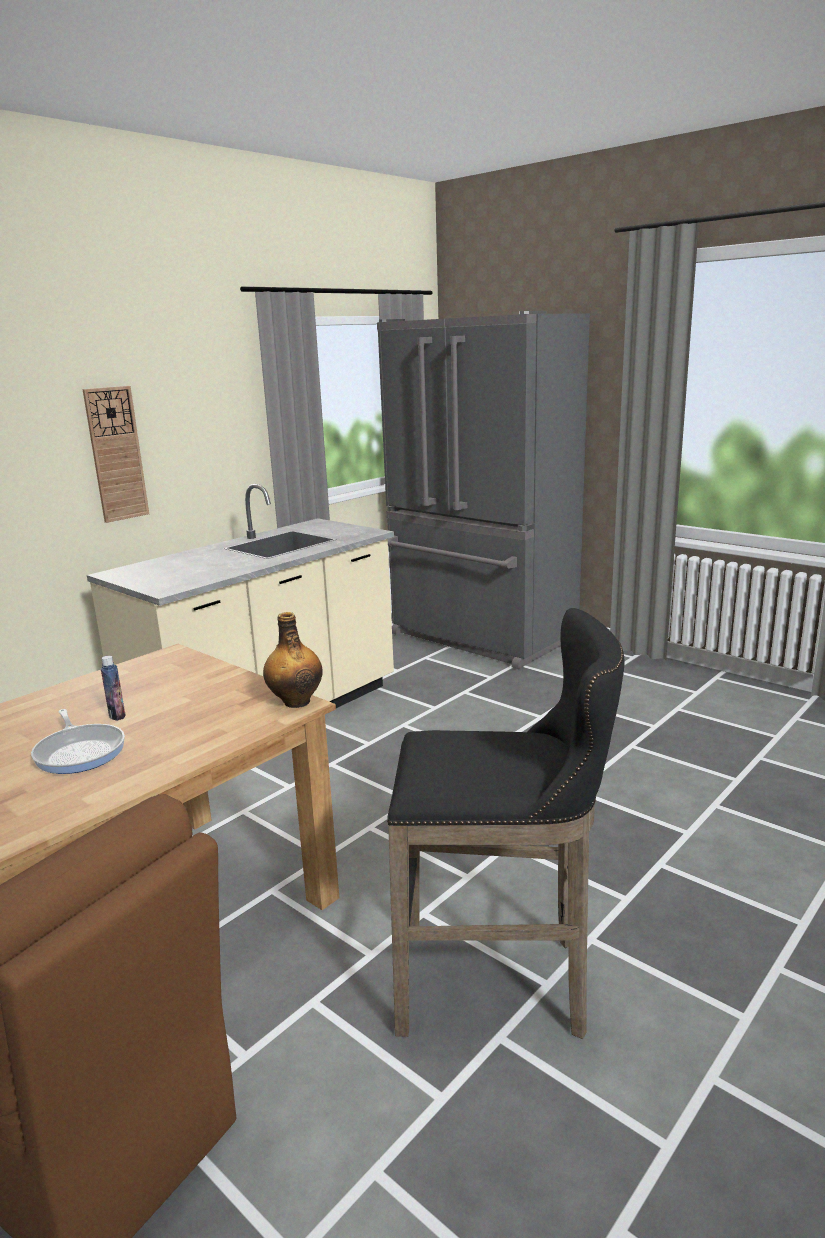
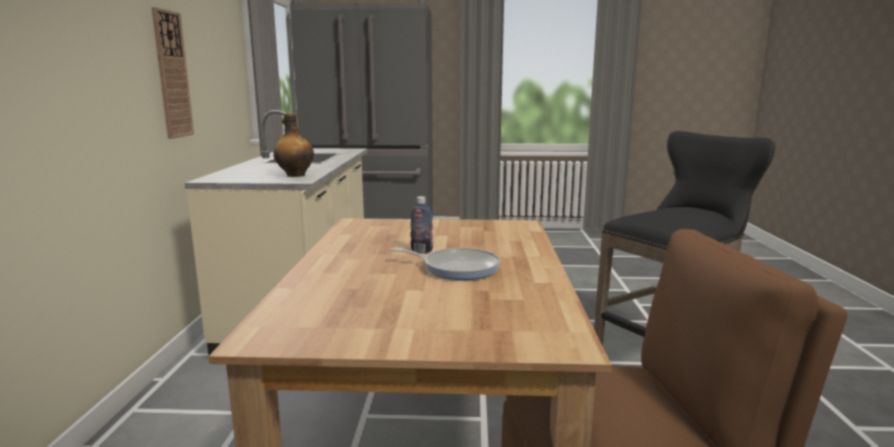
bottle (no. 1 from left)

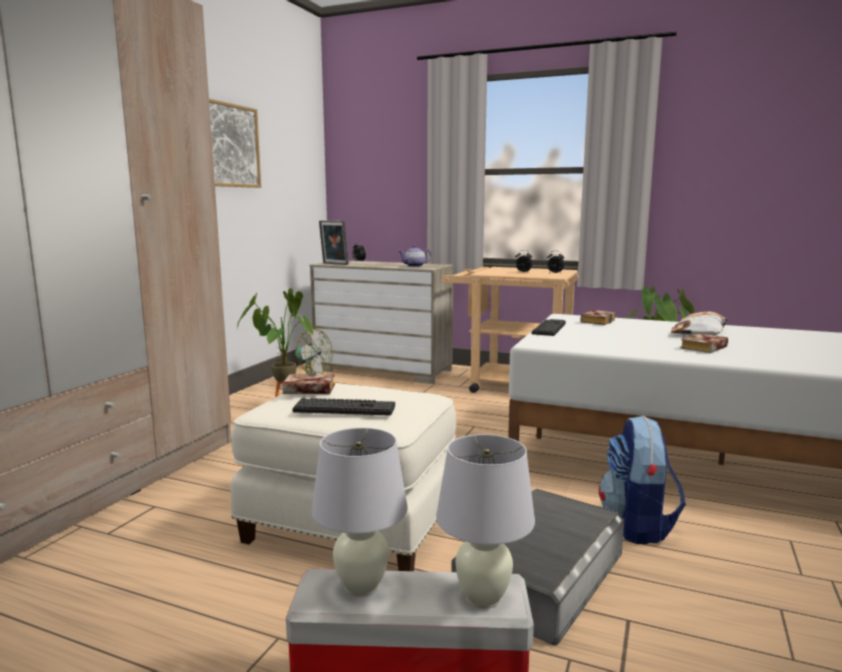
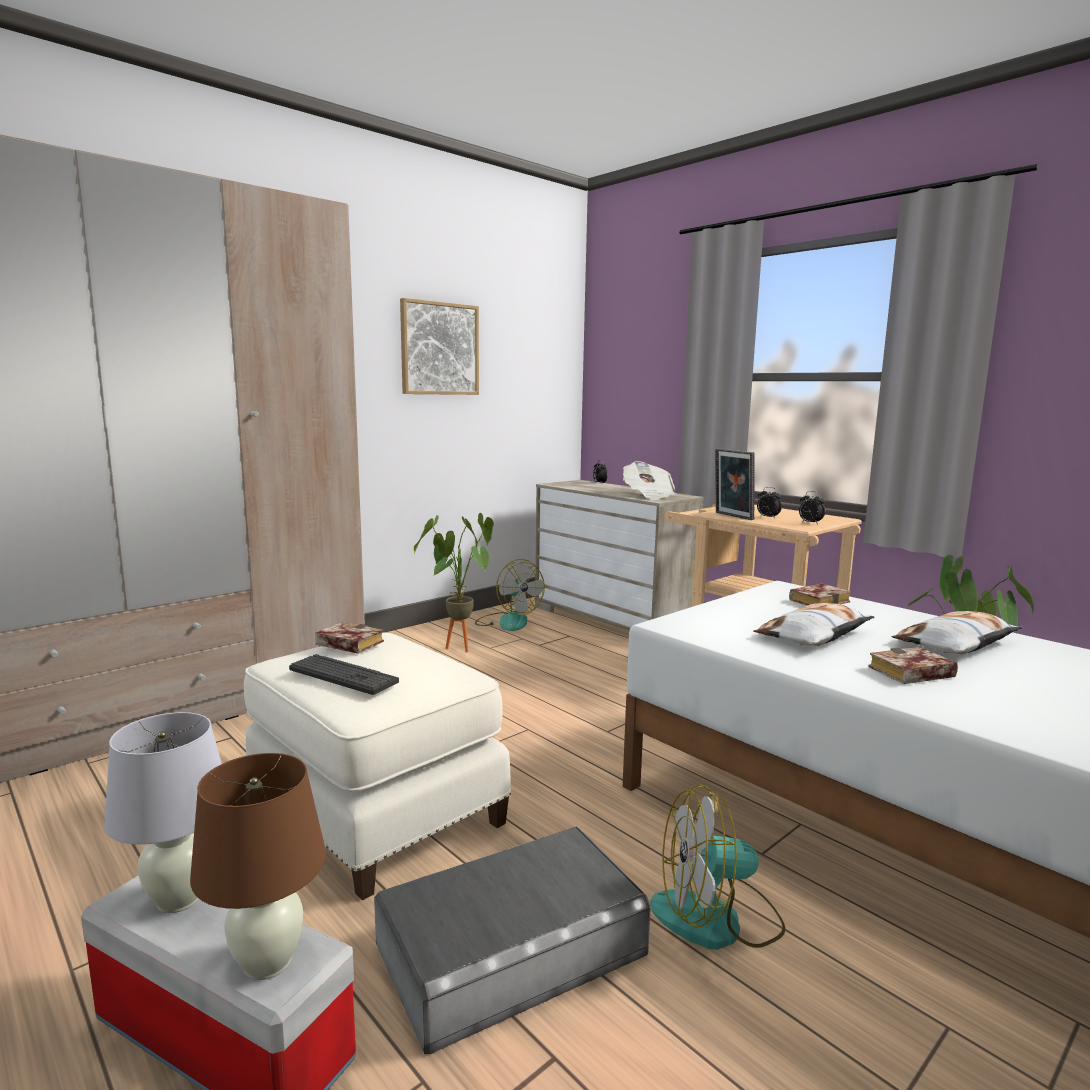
picture frame
newspaper
brown table lamp
keyboard (no. 2 from left in the first image)
fan (no. 2 from left)
pillow (no. 1 from left)

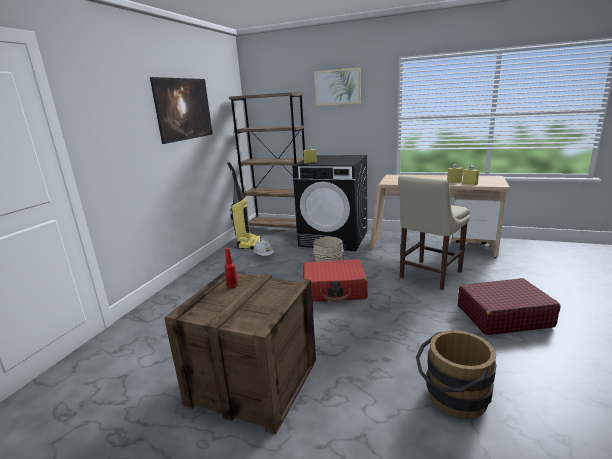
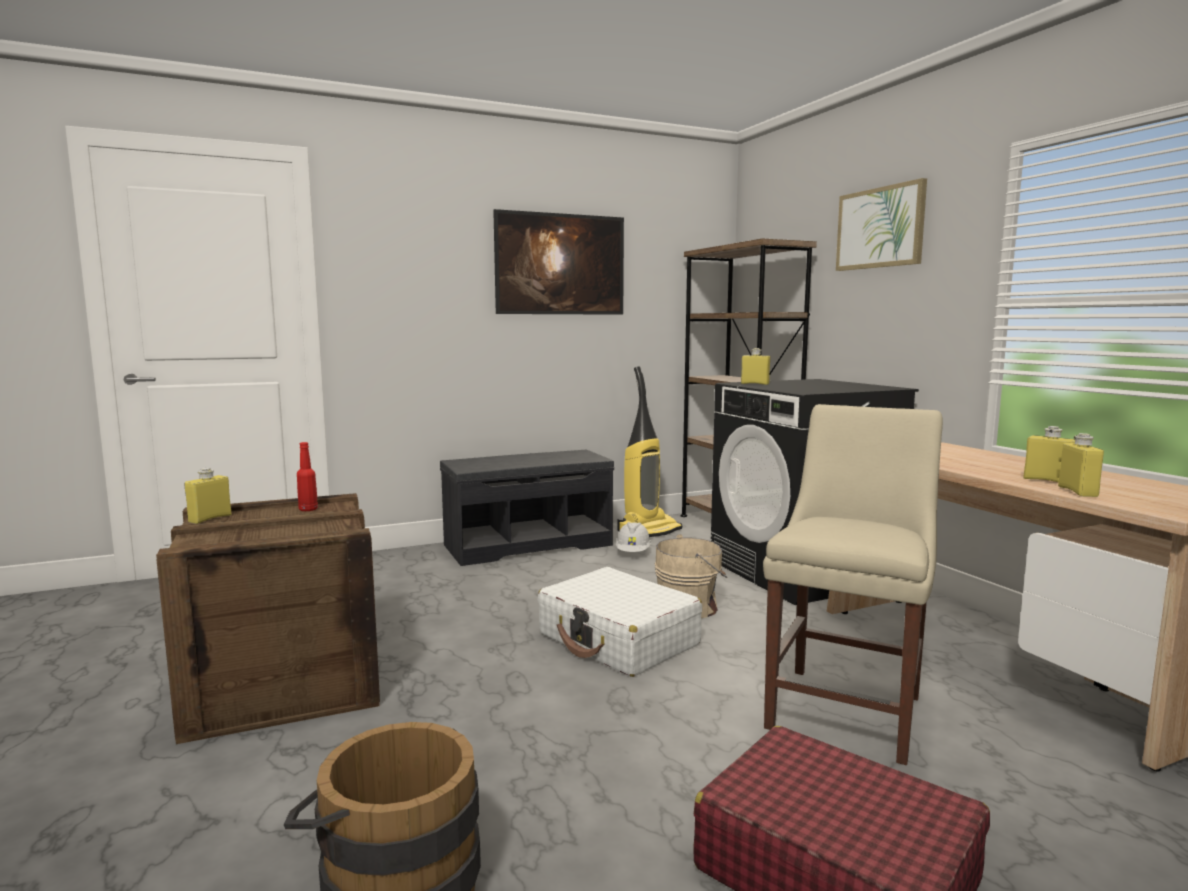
white suitcase
beige chair
yellow bottle (no. 1 from left)
grey bench

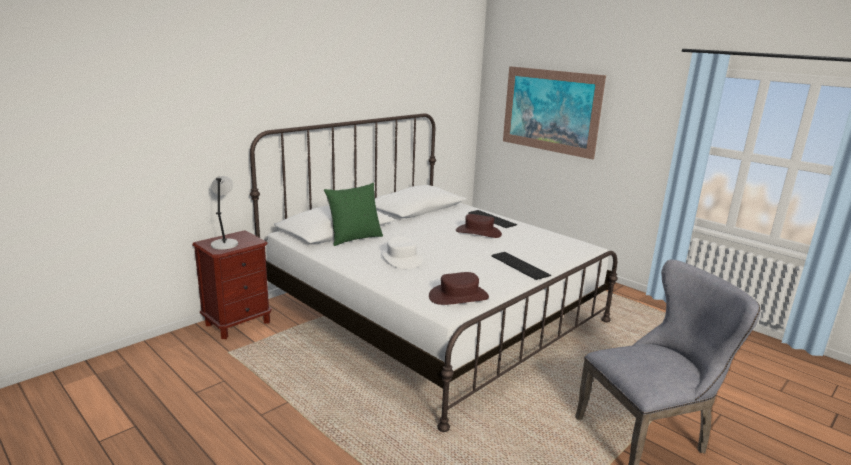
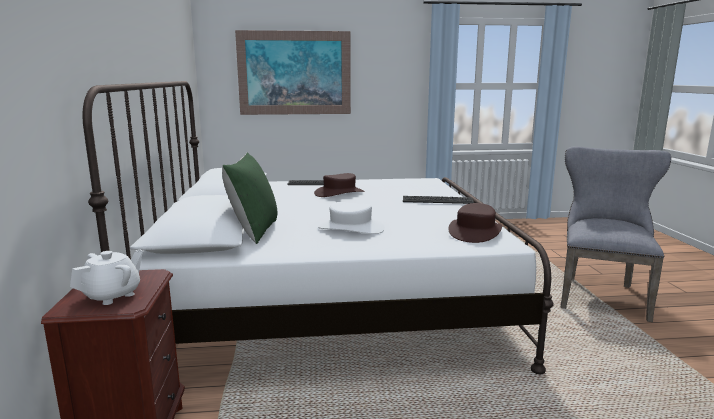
white teapot

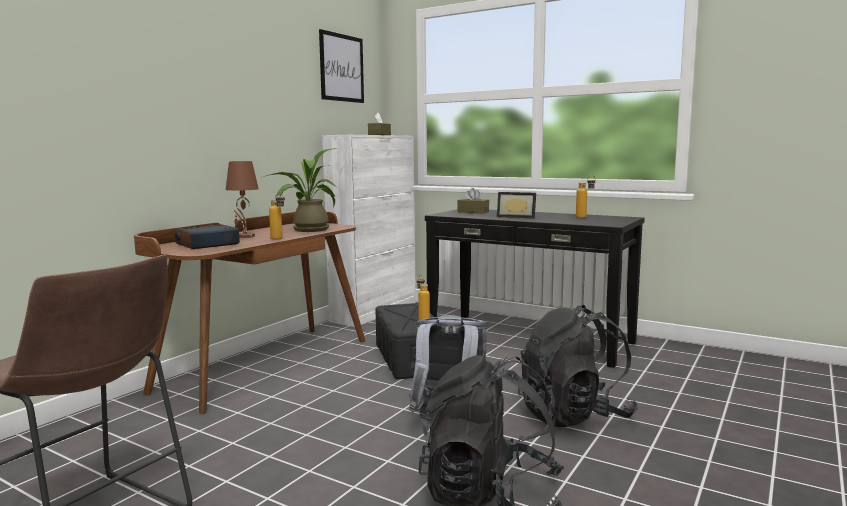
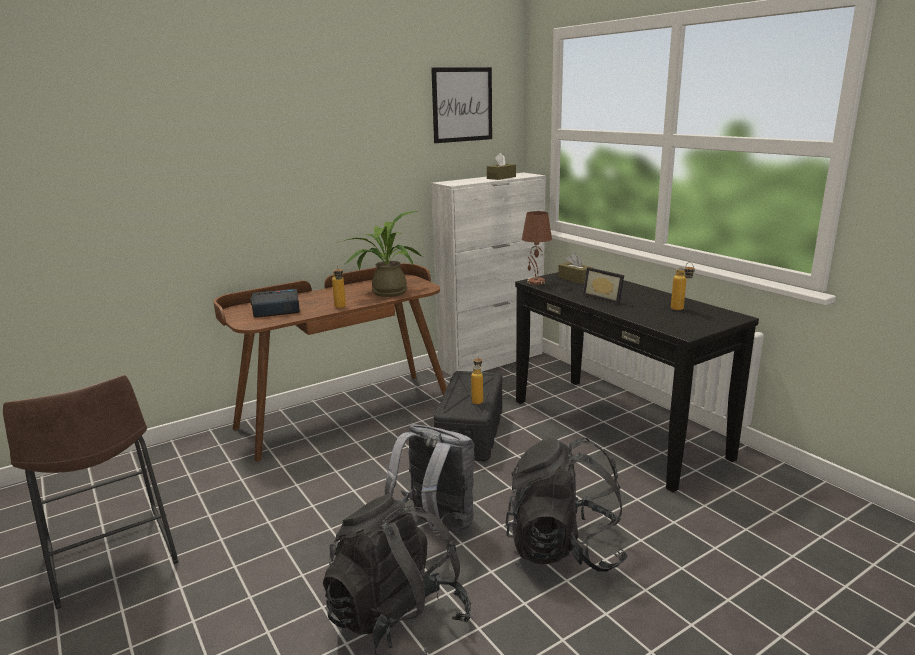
brown table lamp

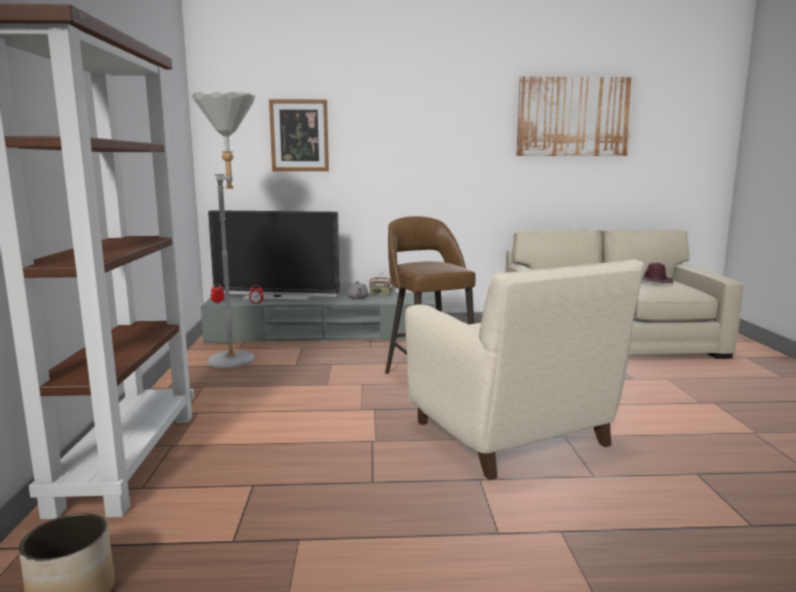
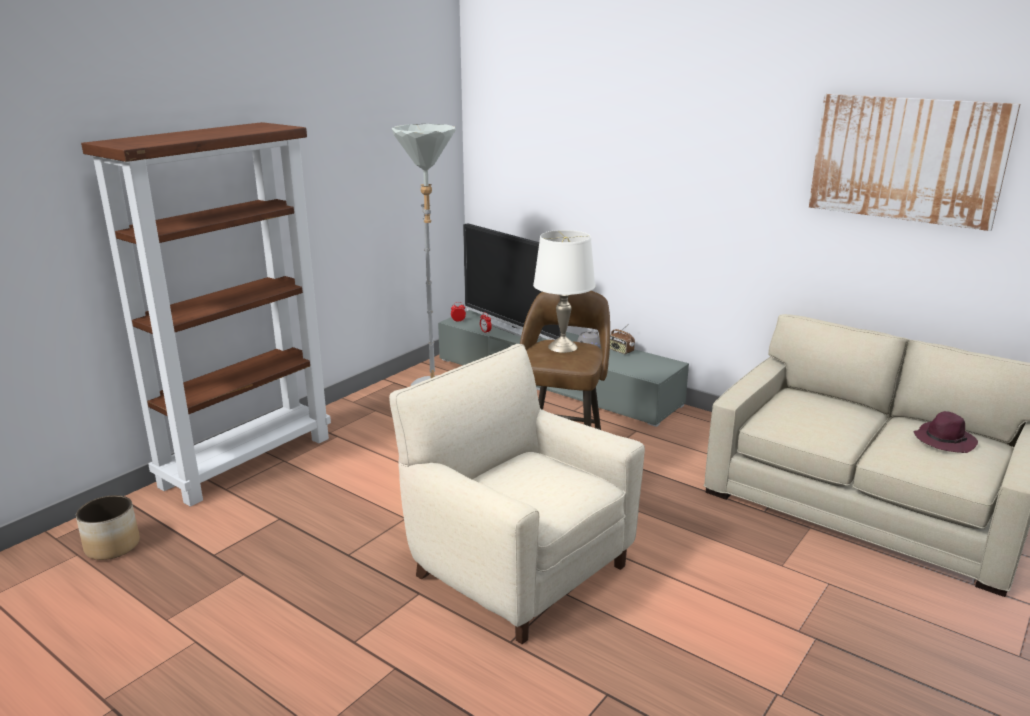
picture (no. 1 from left in the first image)
beige armchair
white table lamp

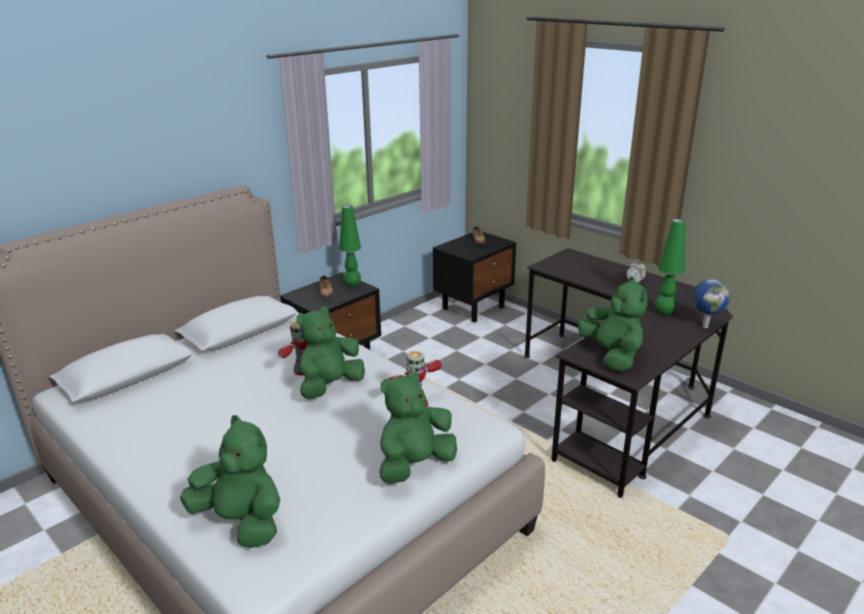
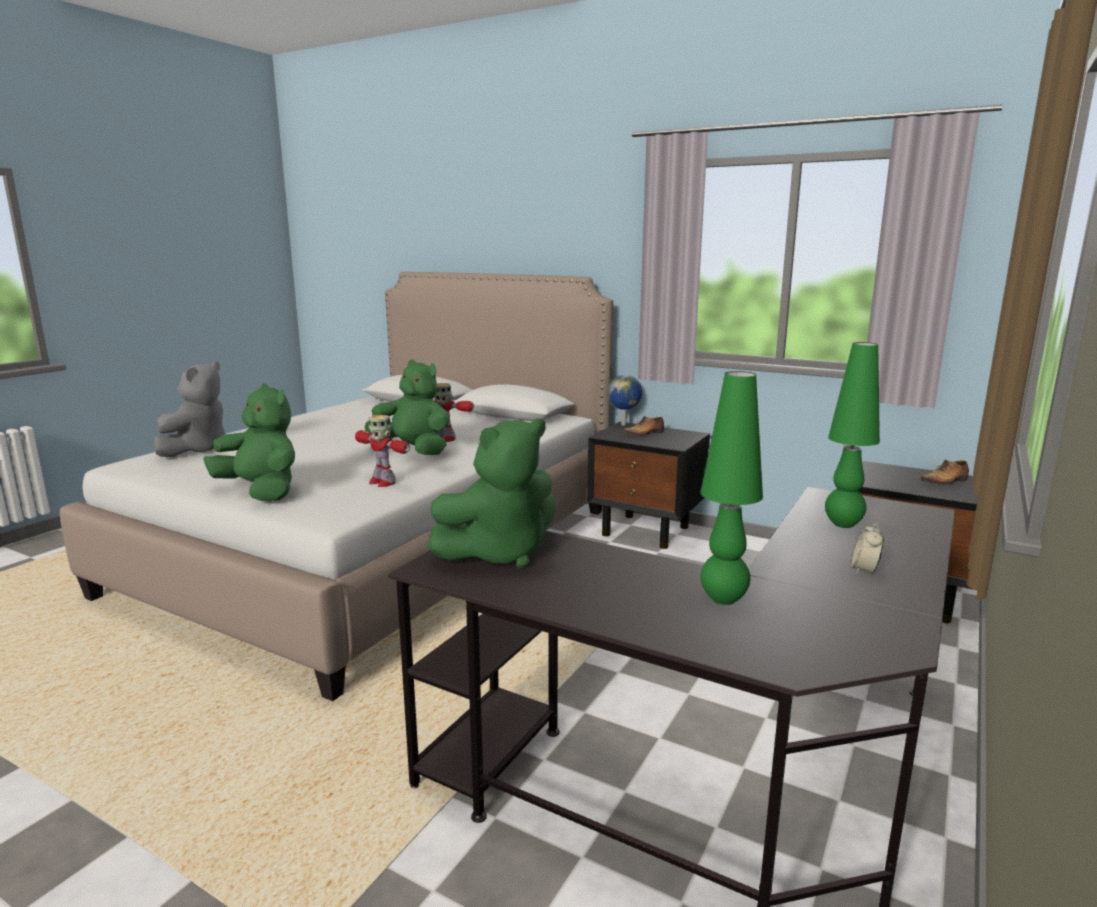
grey plush toy
green table lamp (no. 2 from left)
globe

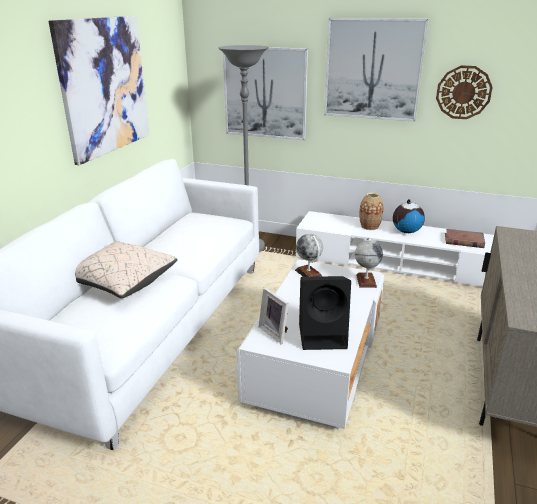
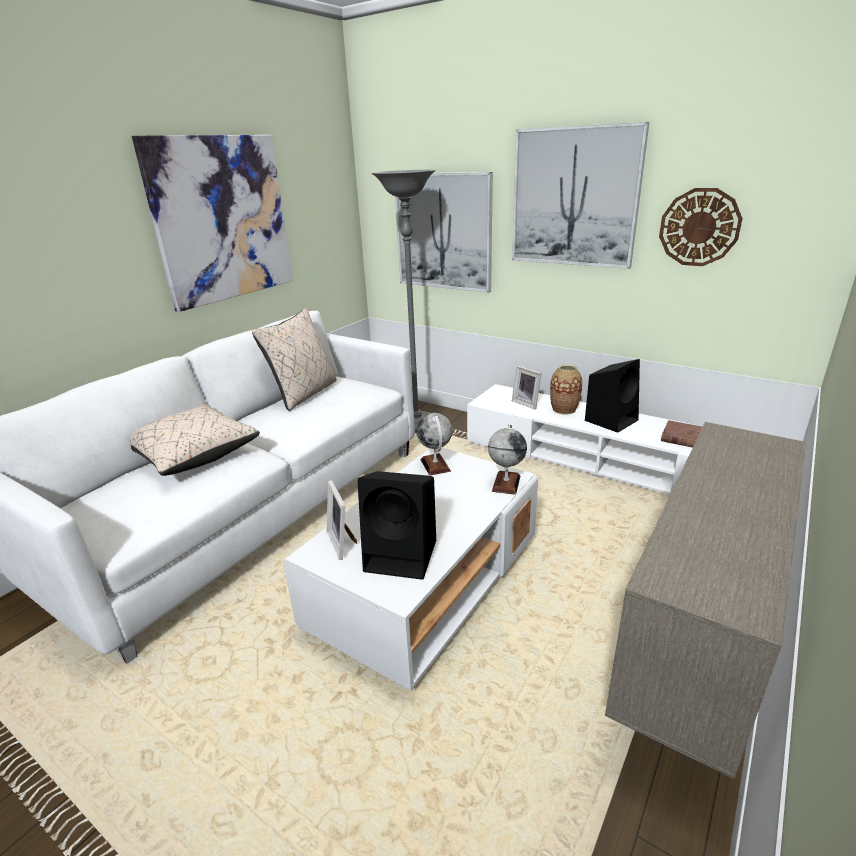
black speaker (no. 2 from left)
beige pillow (no. 2 from left)
picture frame (no. 2 from left)

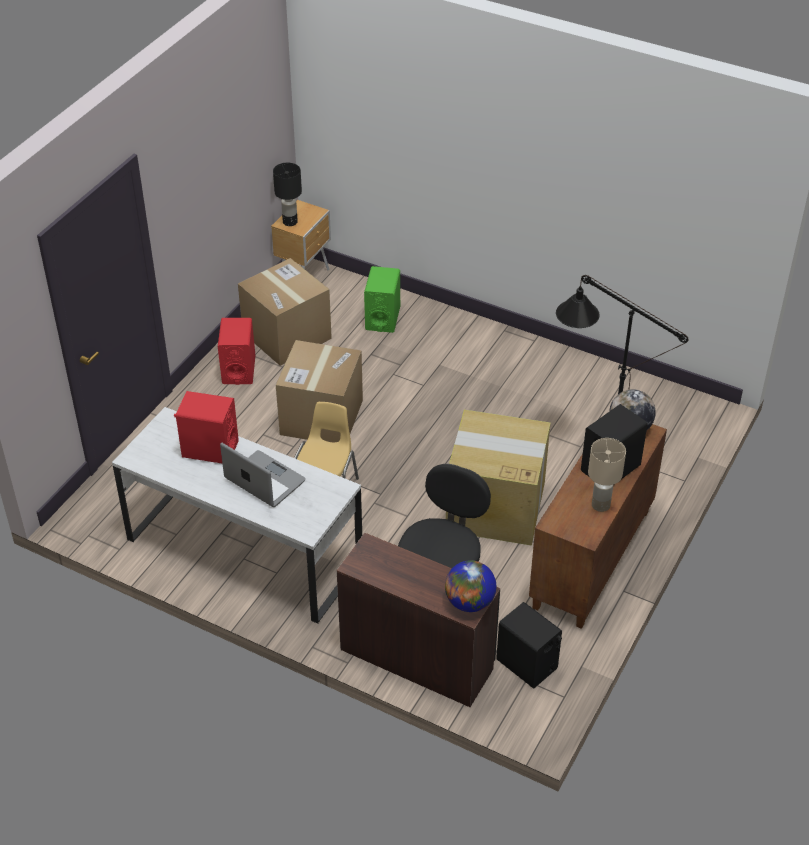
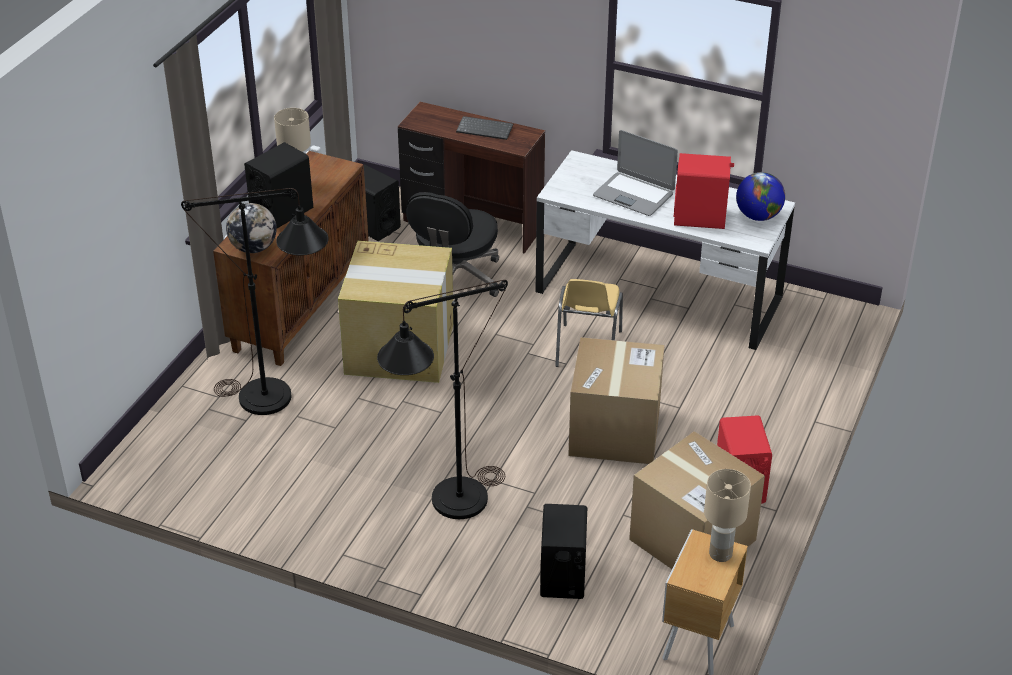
beige table lamp (no. 2 from left)
black speaker (no. 3 from left)
globe (no. 2 from left)
black floor lamp (no. 2 from left)
keyboard

